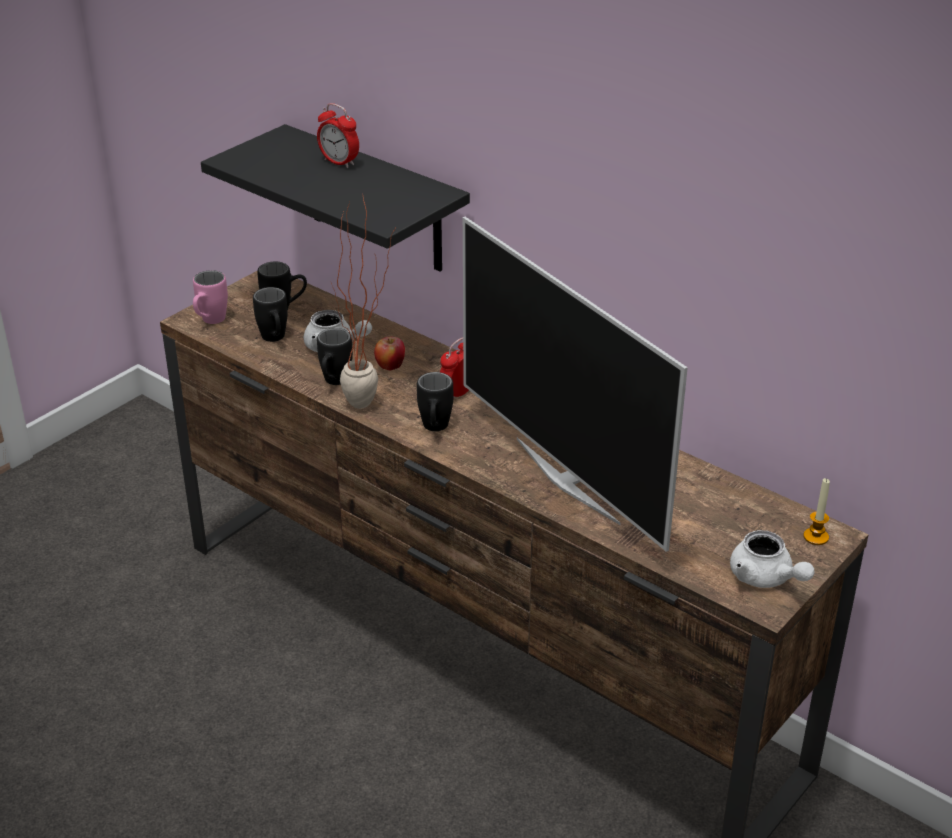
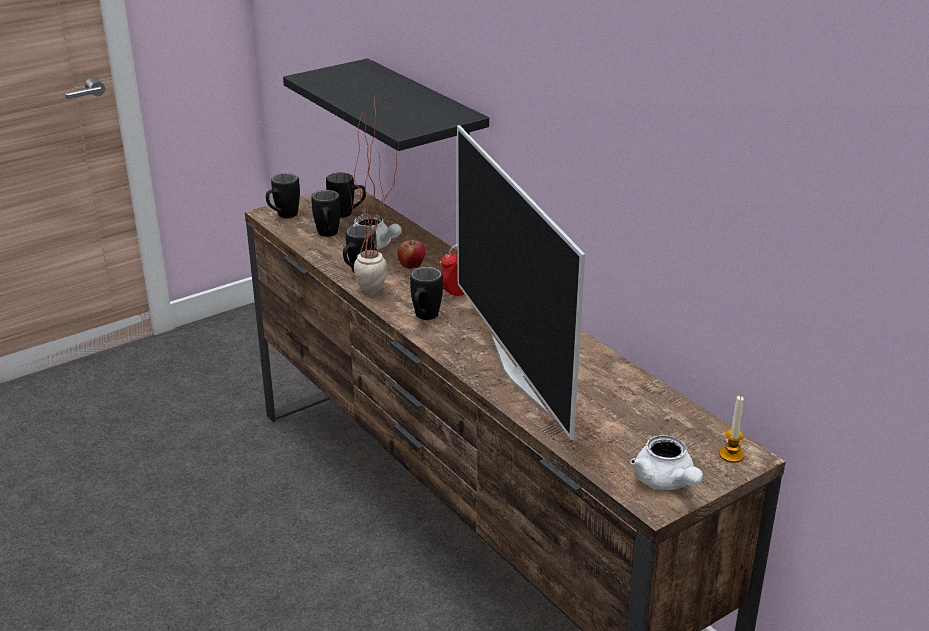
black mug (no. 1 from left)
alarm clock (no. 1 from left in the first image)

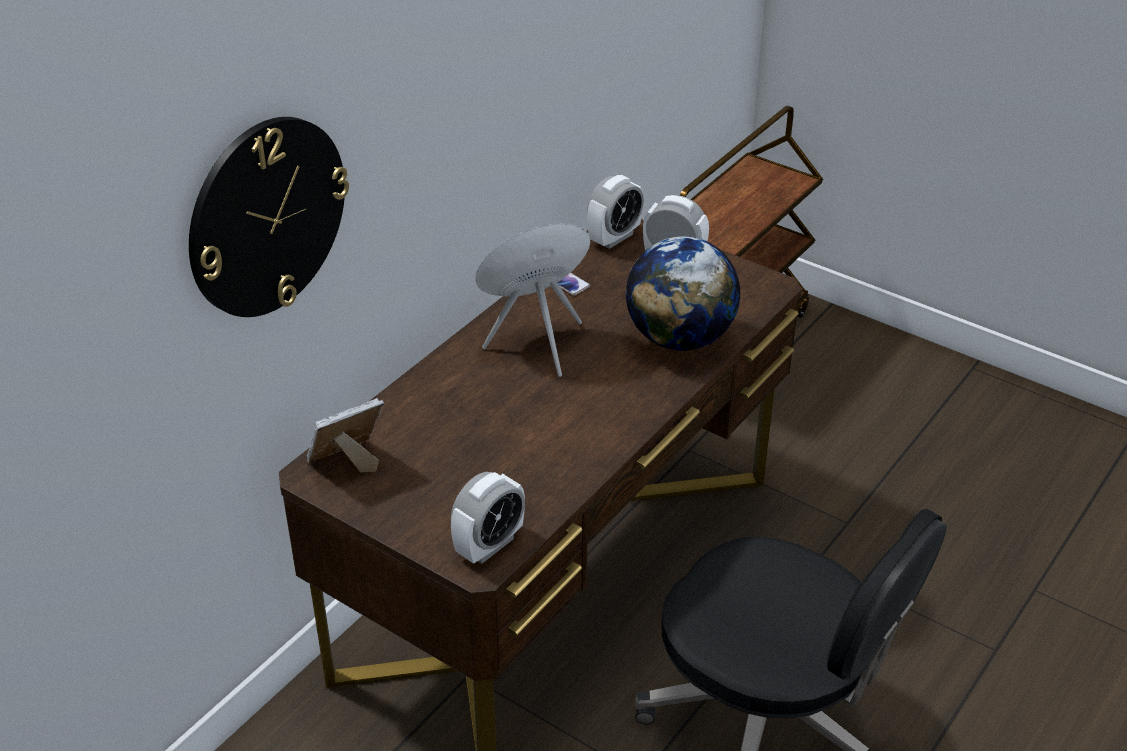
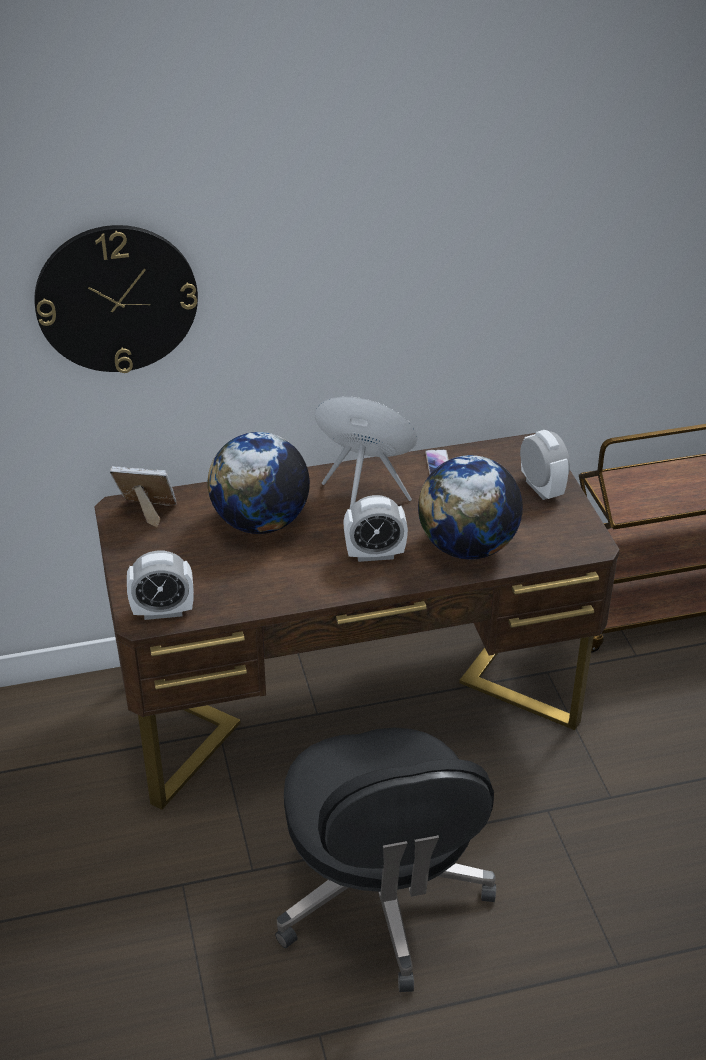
alarm clock (no. 2 from left)
globe (no. 1 from left)

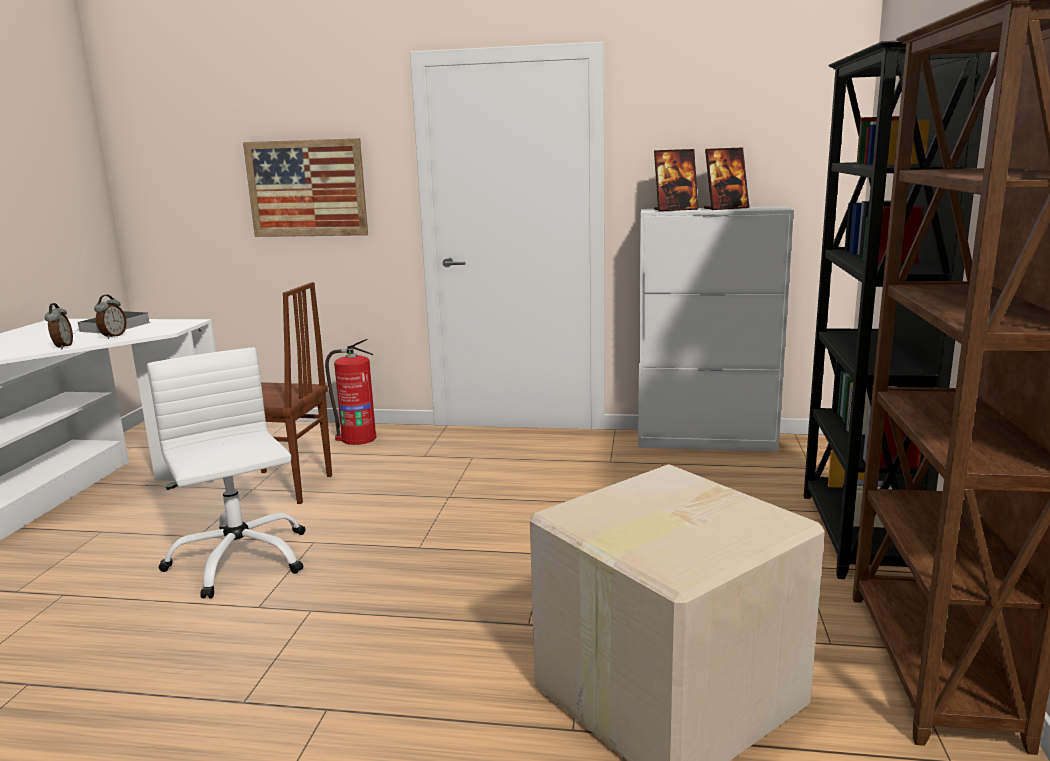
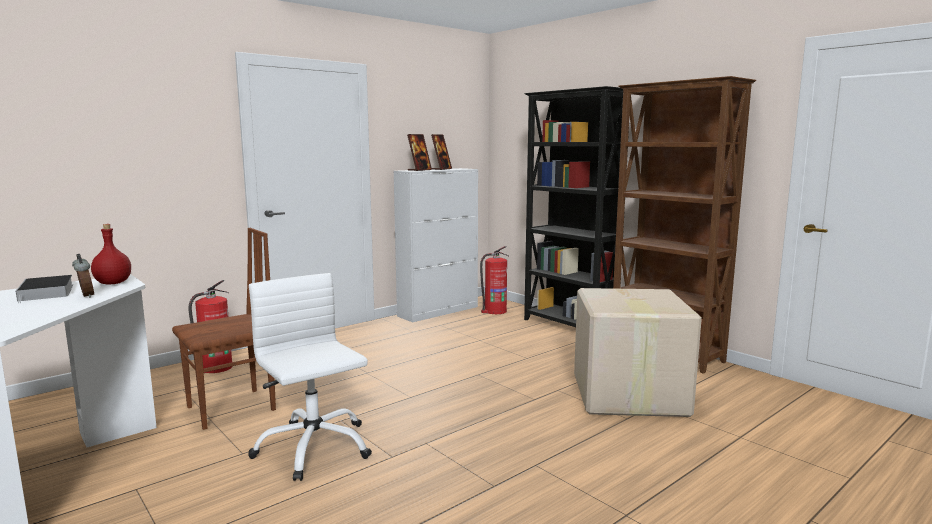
alarm clock (no. 1 from left in the first image)
white office chair
picture
red bottle
fire extinguisher (no. 2 from left)

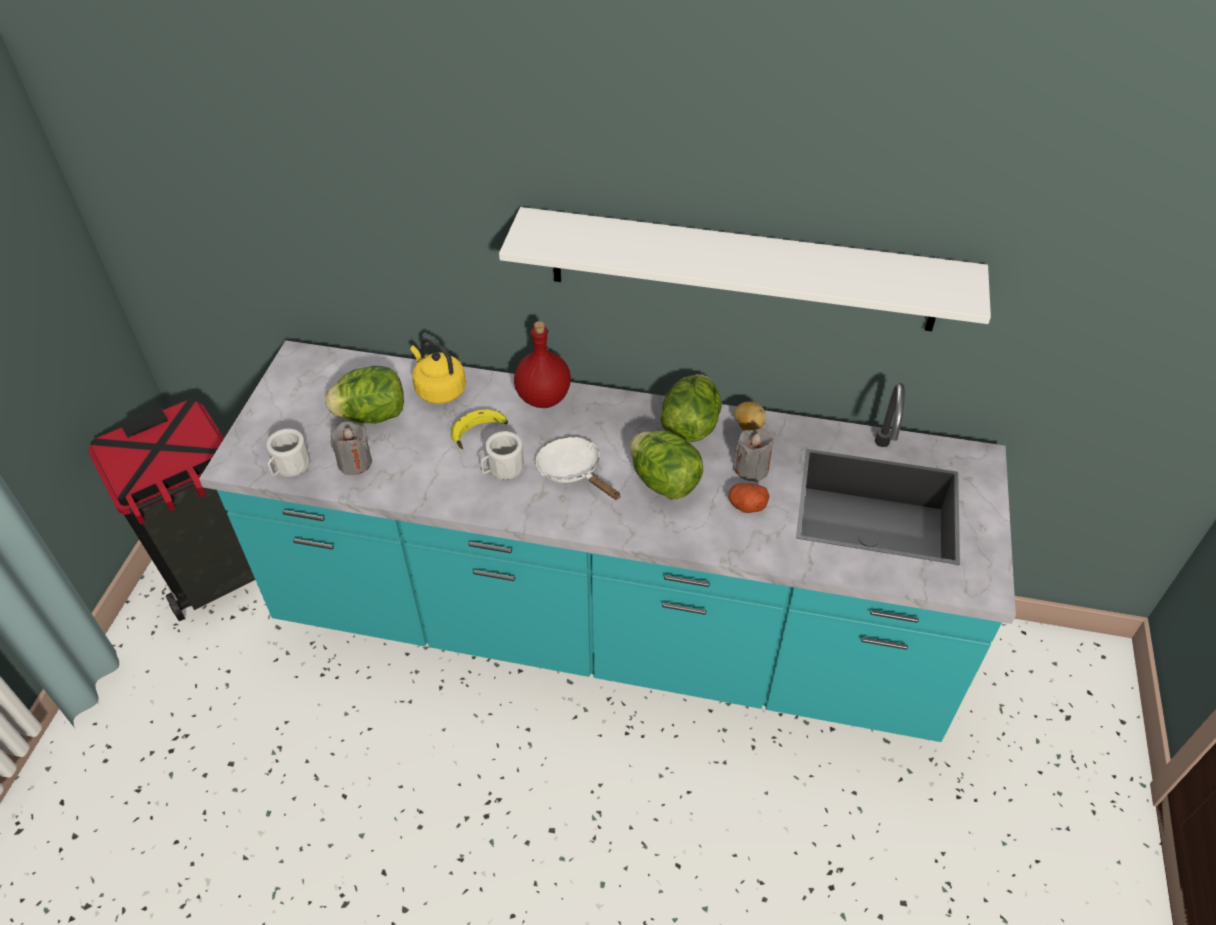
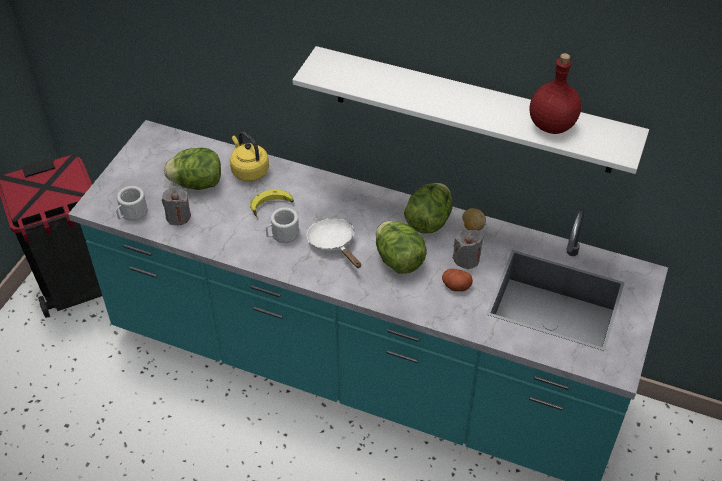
red bottle

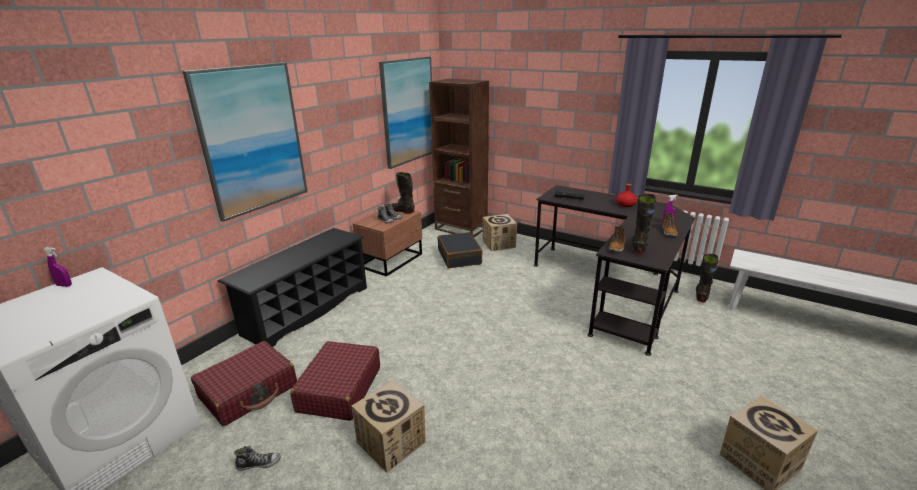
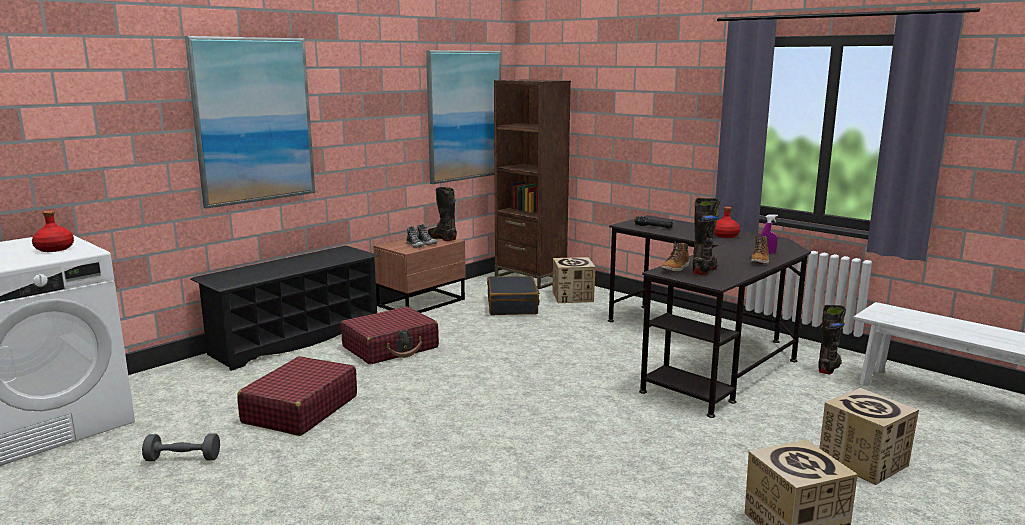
purple spray bottle (no. 1 from left in the first image)
red suitcase (no. 2 from left)
grey dumbbell
cardboard box (no. 3 from left)
red bottle (no. 1 from left)

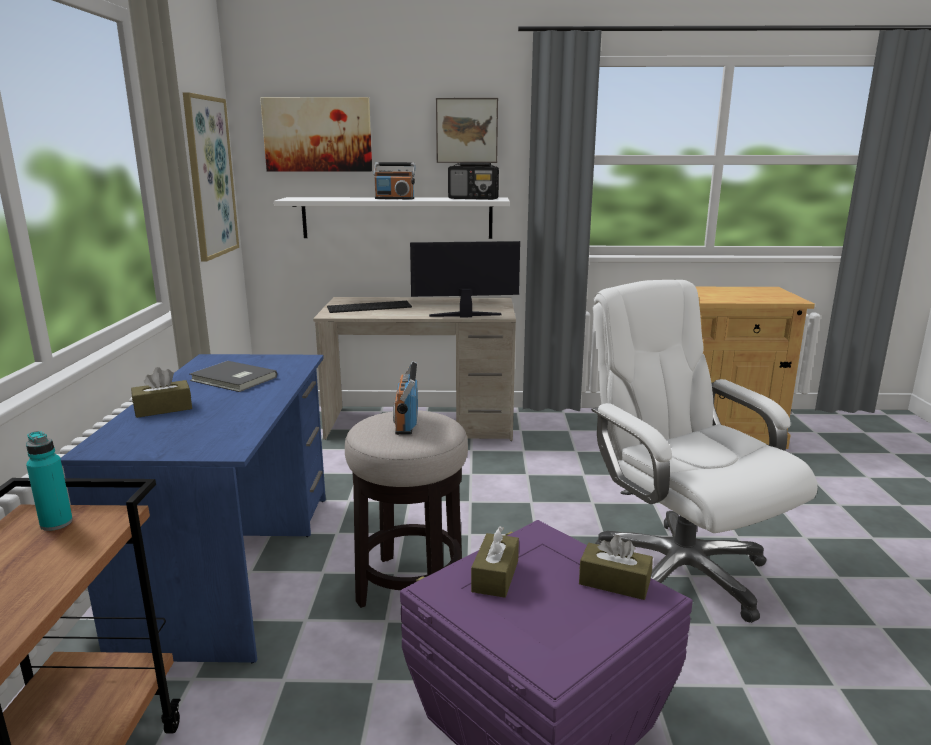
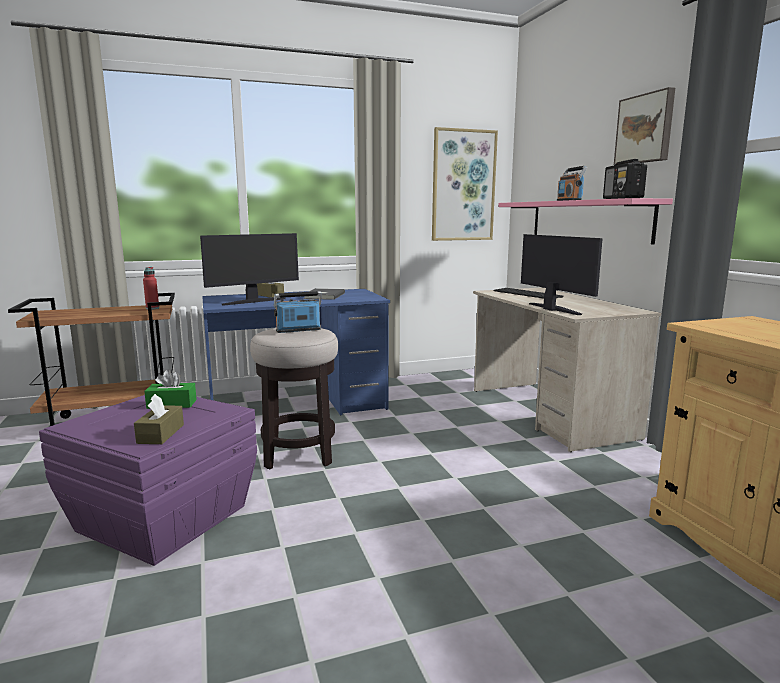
red bottle
picture (no. 2 from left in the first image)
pink shelf
green tissue box
white office chair
monitor (no. 1 from left)

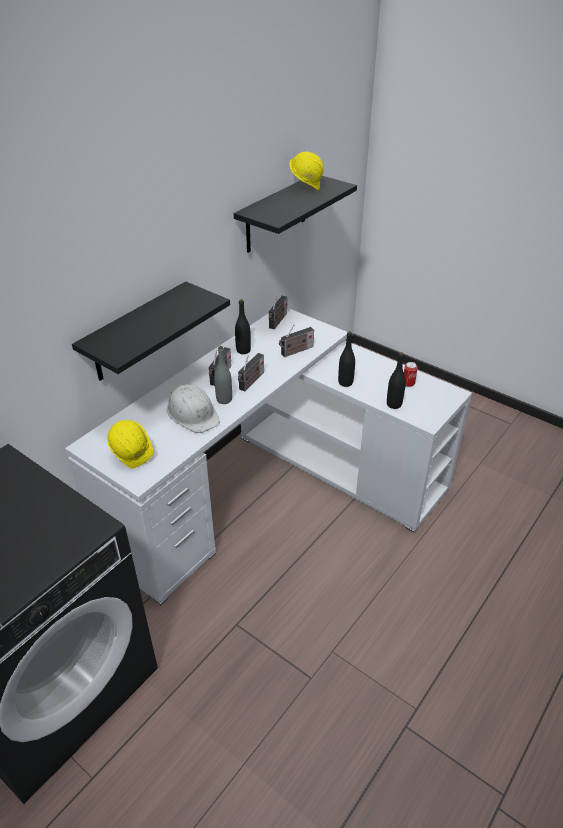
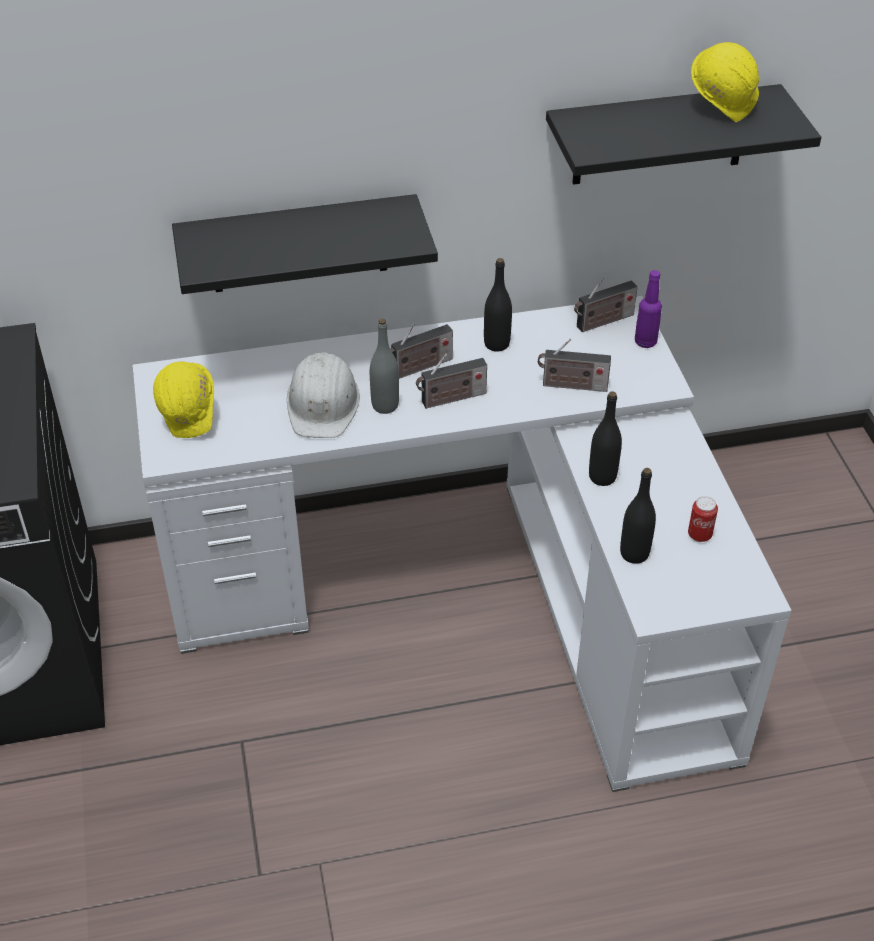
purple bottle

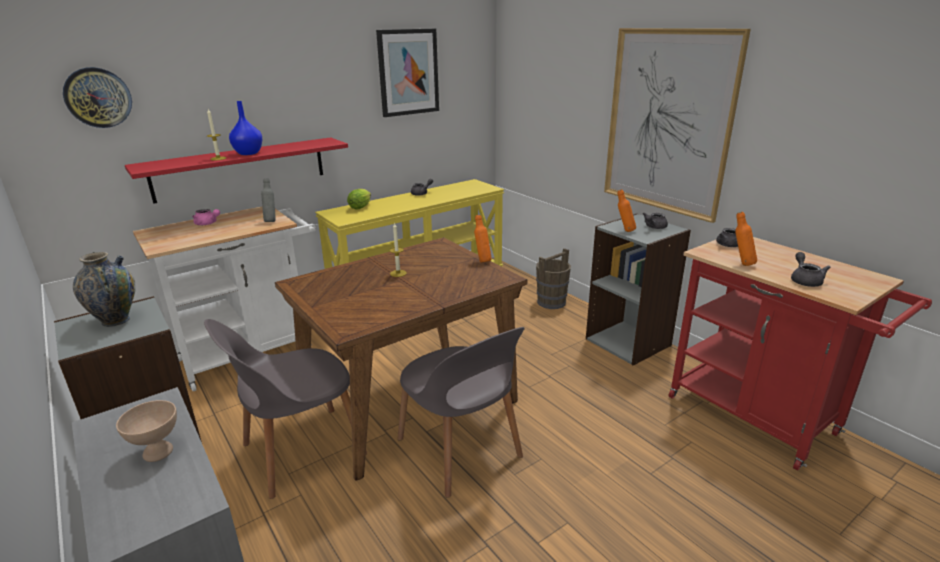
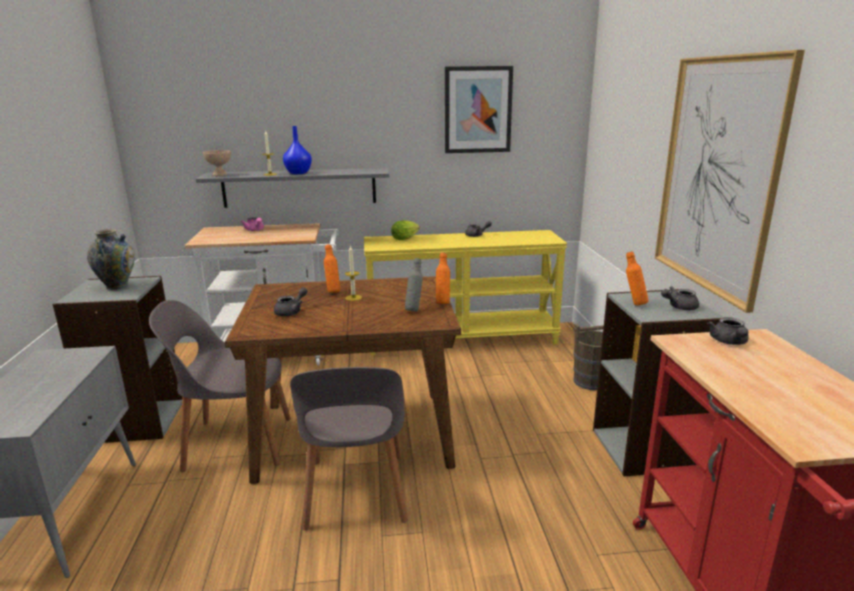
wall clock
beige bowl
grey shelf
grey bottle
orange bottle (no. 1 from left)
grey teapot (no. 1 from left)

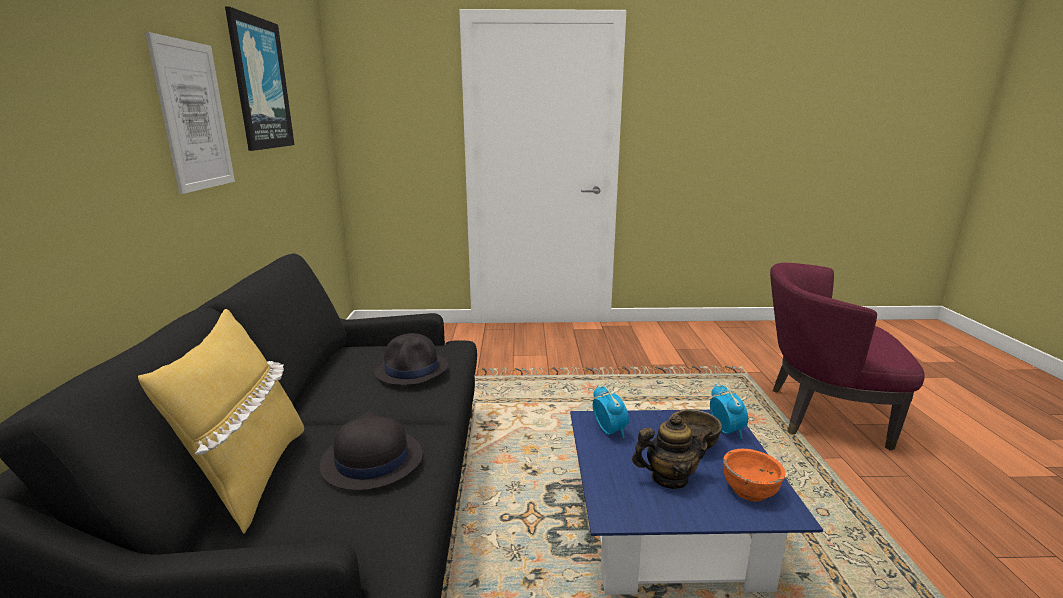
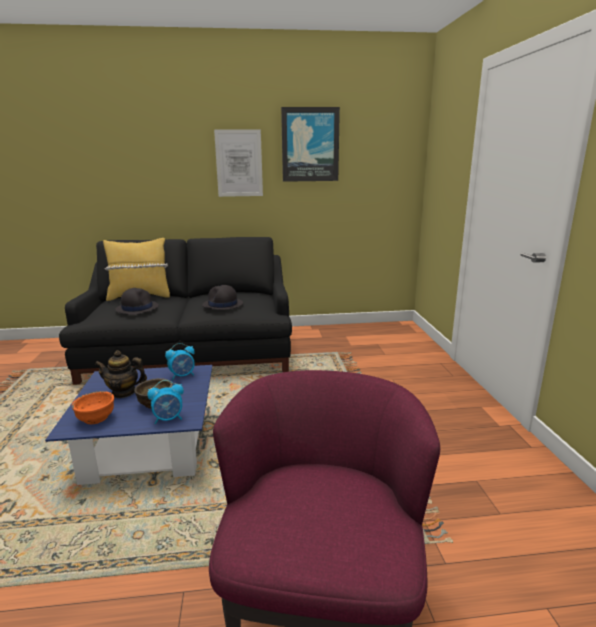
teapot

